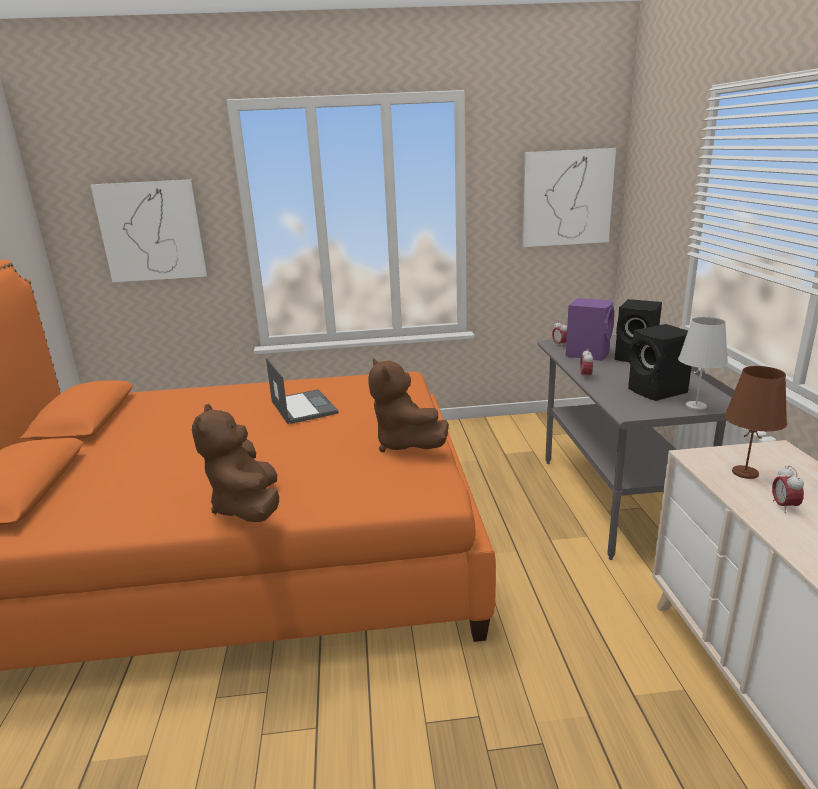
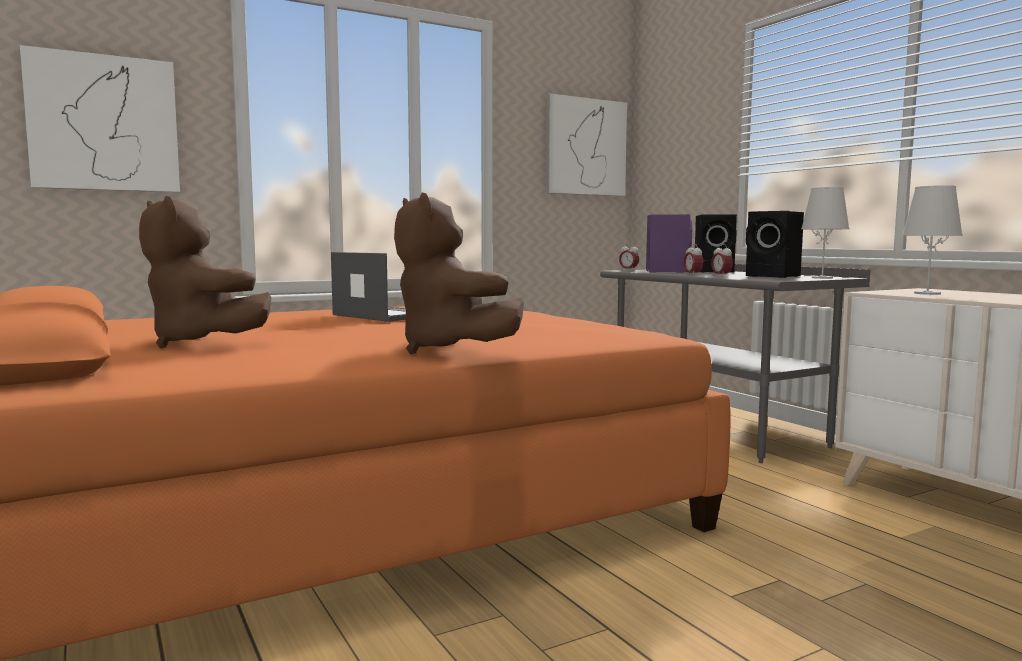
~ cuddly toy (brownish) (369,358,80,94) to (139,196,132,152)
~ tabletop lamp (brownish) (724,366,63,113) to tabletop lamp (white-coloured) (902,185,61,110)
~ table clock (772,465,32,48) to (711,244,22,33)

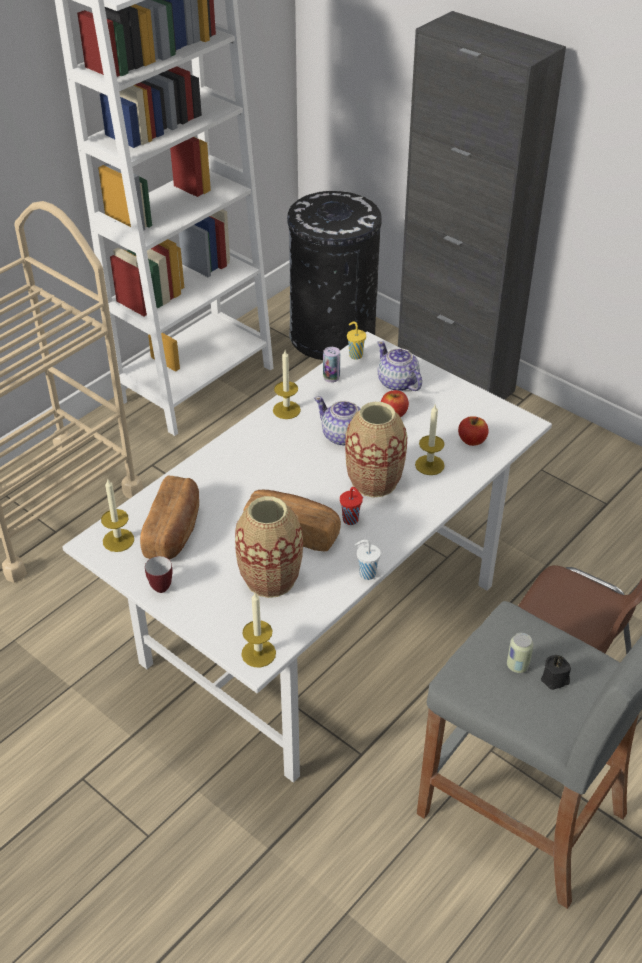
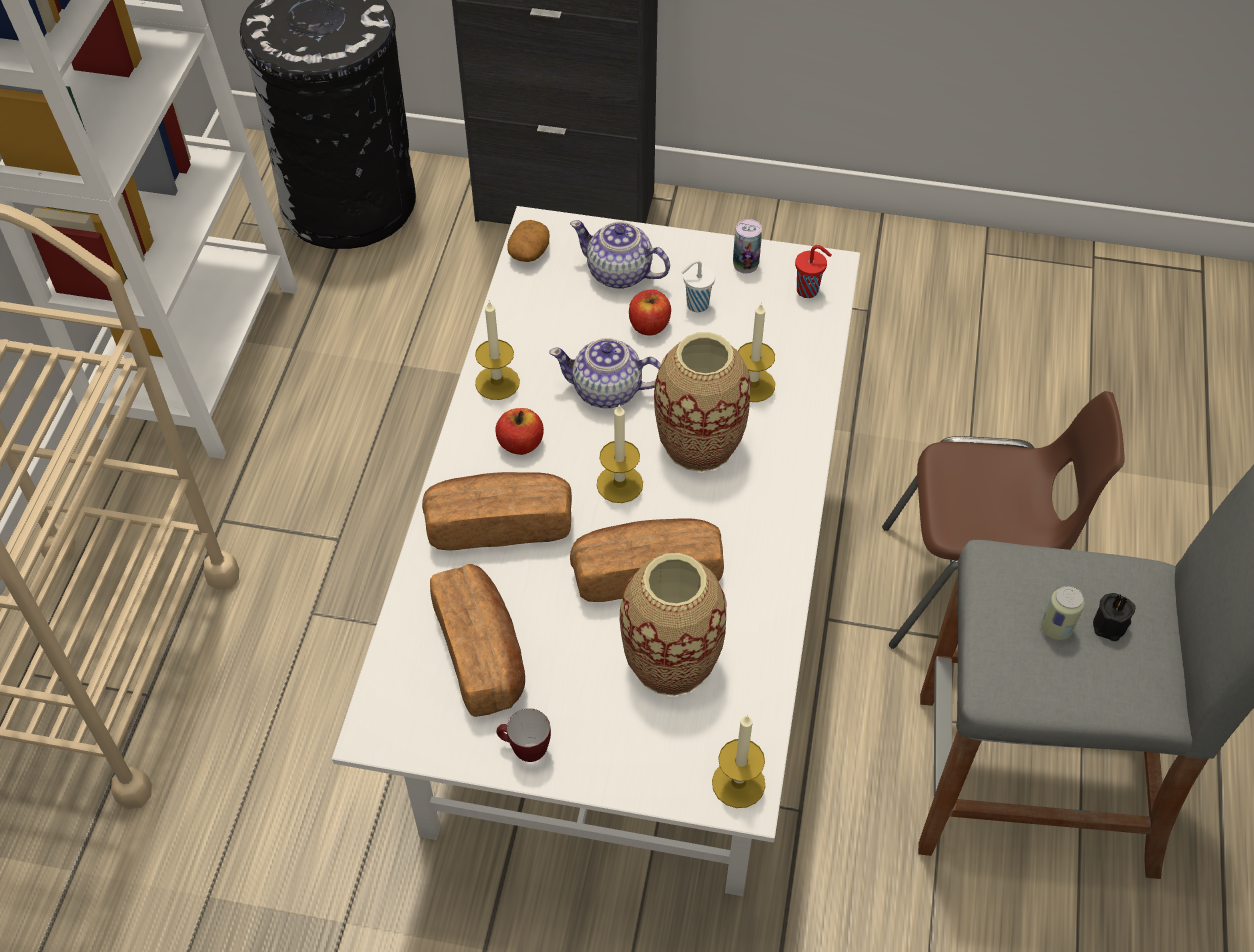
~ wax light (101,478,33,74) to (597,404,46,99)
~ can (323,347,17,36) to (733,219,29,55)
~ small cup (red-coloured) (340,487,23,38) to (795,245,37,53)
~ small cup (yellow-coloured) (347,321,19,39) to whole potato (507,220,42,42)
~ small cup (white-coloured) (355,539,26,41) to (681,260,34,53)
~ whole apple (458,416,30,30) to (495,408,49,47)
+ bread (422,472,150,78)

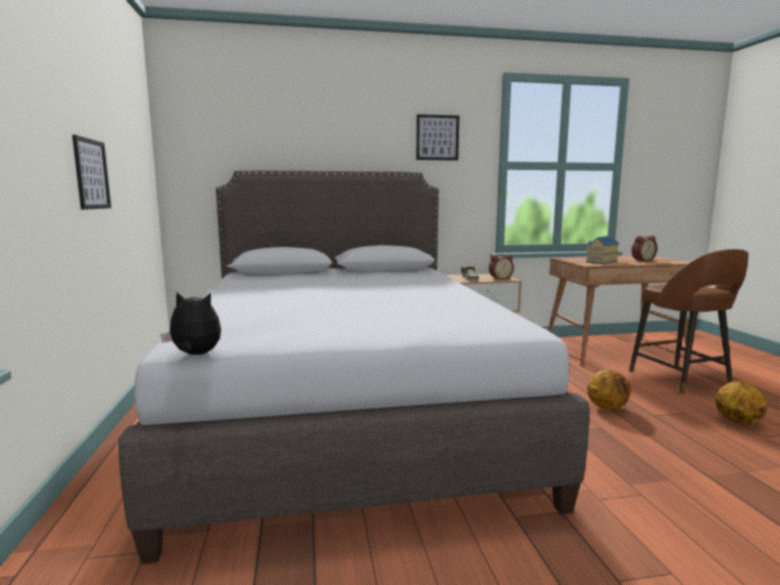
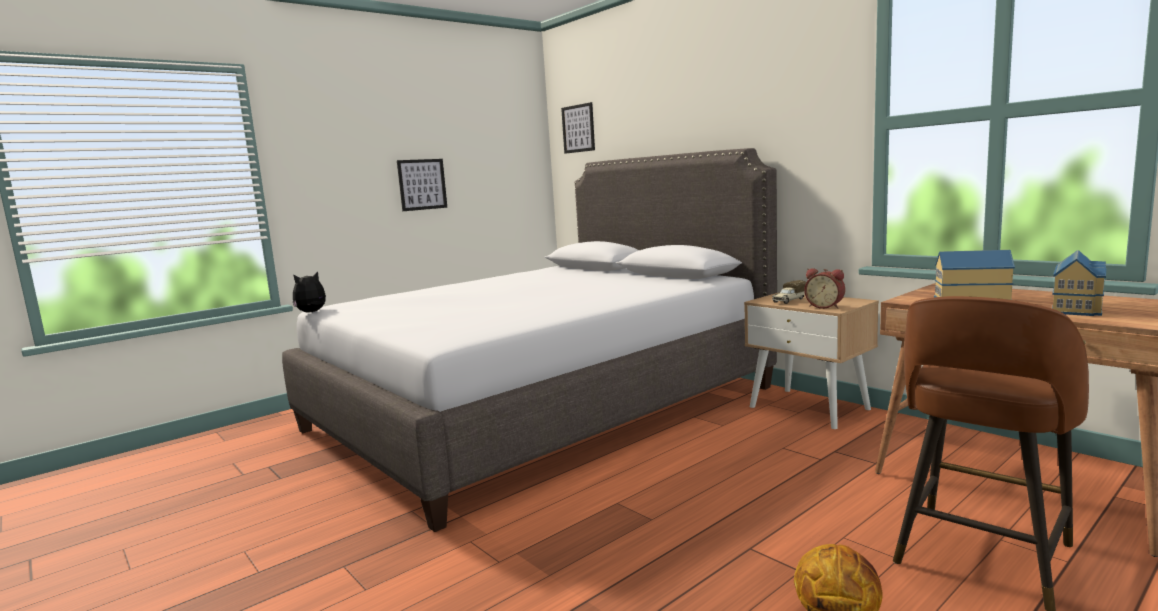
~ cuddly toy (160,291,61,64) = (293,271,33,41) 105 degrees counterclockwise
~ wall art (416,114,43,47) to (561,102,34,52)
- basketball (587,369,44,41)
~ table clock (632,235,25,26) to toy house (1052,250,54,66)

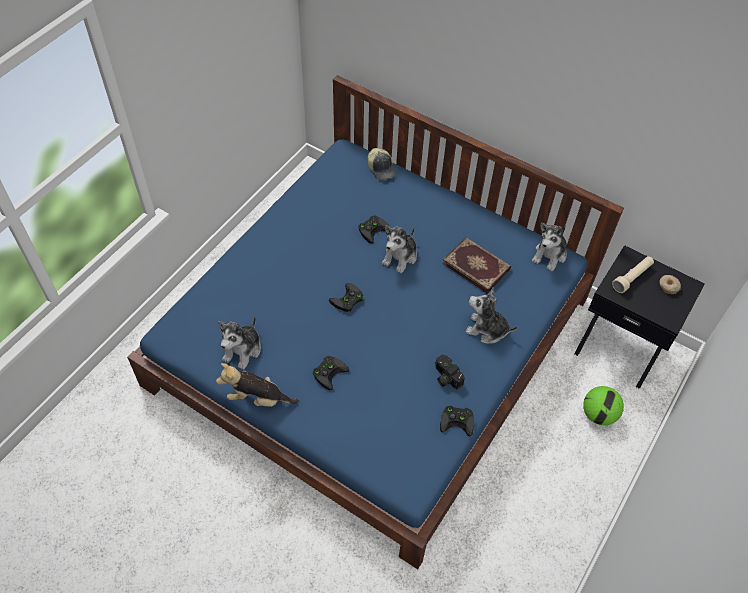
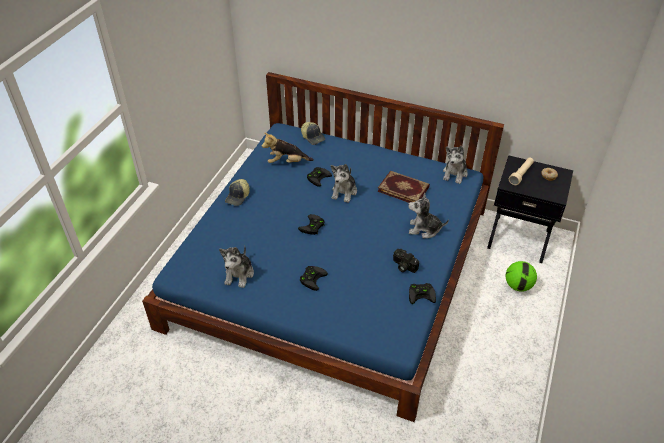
~ cuddly toy (216,363,83,44) to (262,132,52,31)
+ baseball cap (225,179,25,27)

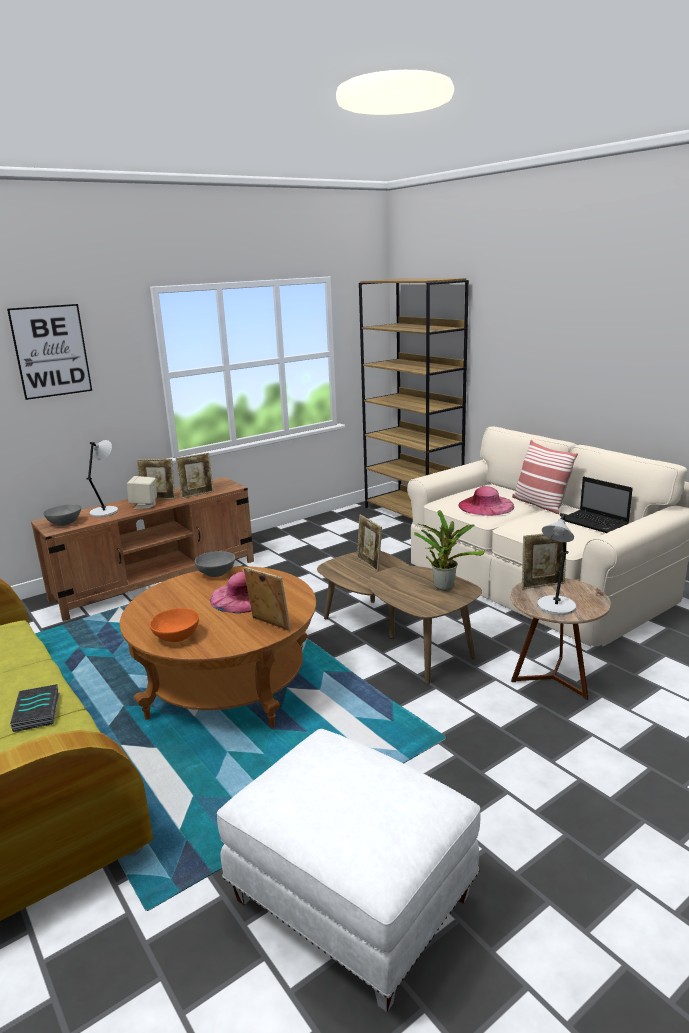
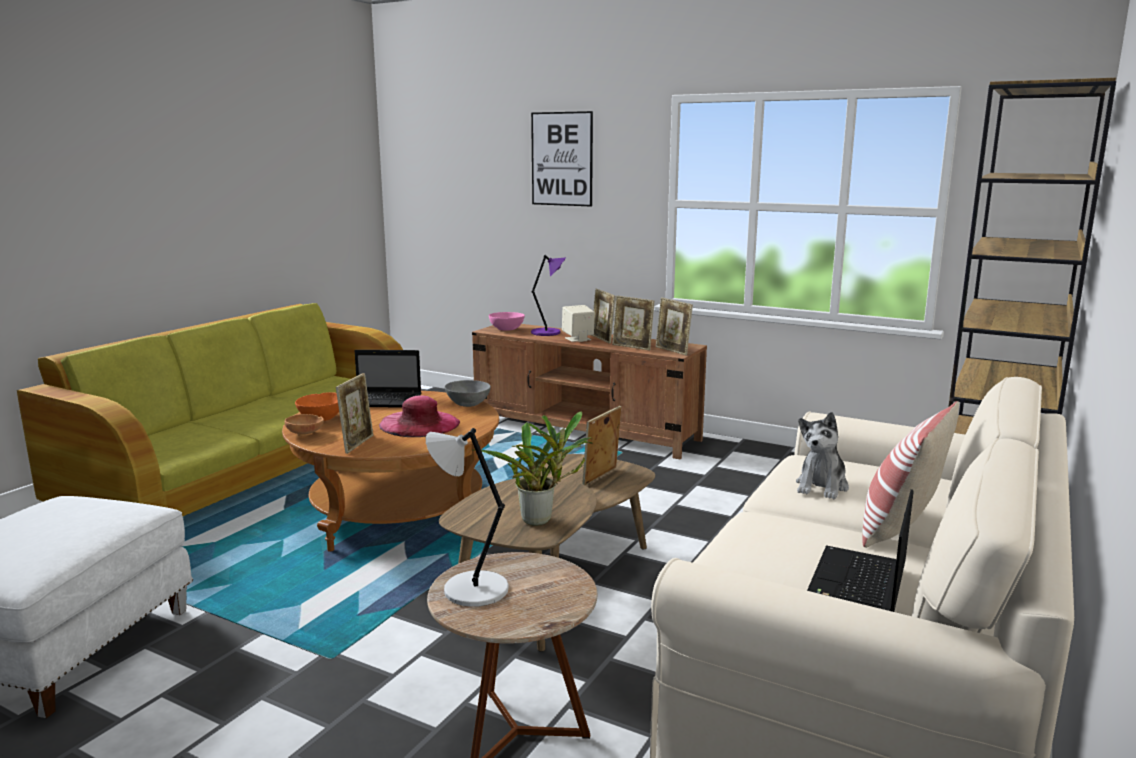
- volume (10,684,49,48)
~ deep dish (gray) (44,504,37,22) to deep dish (pink-coloured) (489,312,36,19)
~ tabletop lamp (gray) (86,440,32,77) to tabletop lamp (purple-coloured) (531,255,35,81)
~ hat (pink-coloured) (458,486,56,30) to cuddly toy (796,412,53,87)
~ photo frame (522,533,45,56) to (656,297,37,58)
+ deep dish (brownish) (285,414,39,22)
+ laptop (355,350,66,58)

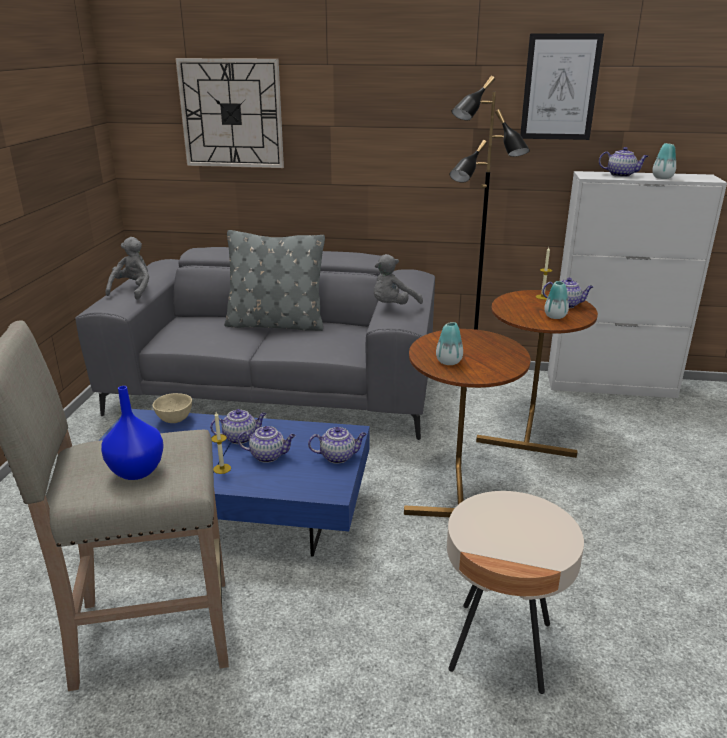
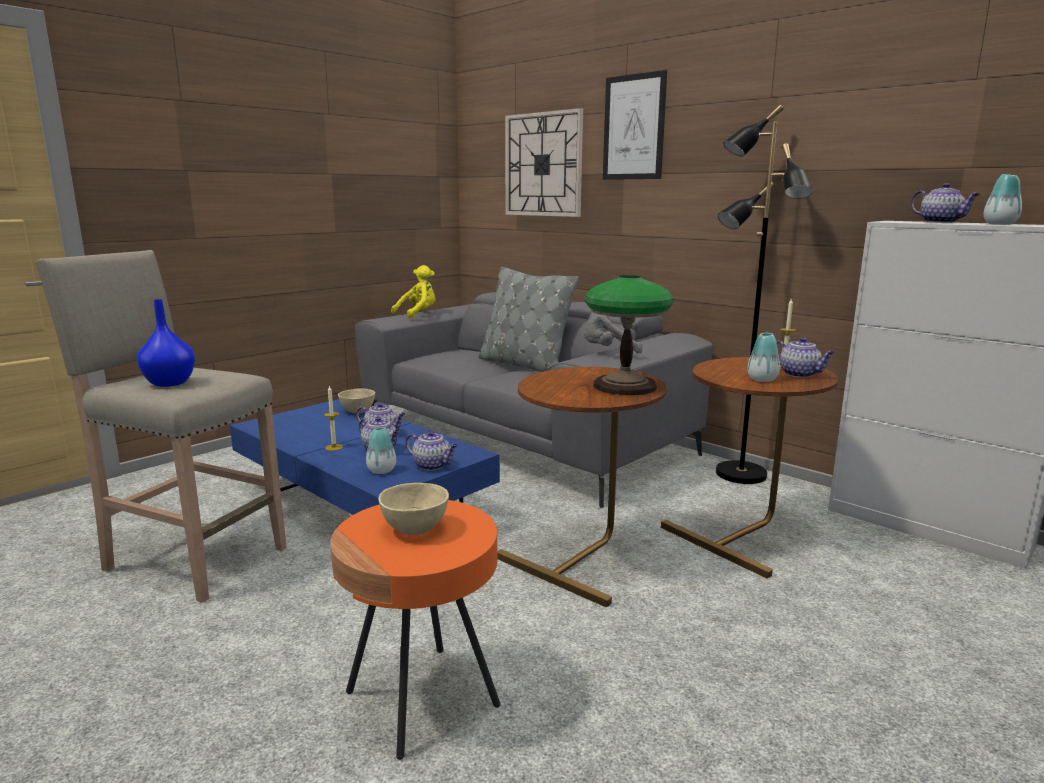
~ cuddly toy (gray) (105,237,44,63) to cuddly toy (yellow-coloured) (391,265,44,54)
~ flower vase (436,322,27,43) to (366,427,30,47)
~ accent table (beige) (447,491,137,203) to accent table (orange) (330,500,170,260)
~ wall art (520,33,84,107) to (603,70,64,110)
+ deep dish (beige) (378,483,71,52)
+ tabletop lamp (585,275,88,120)

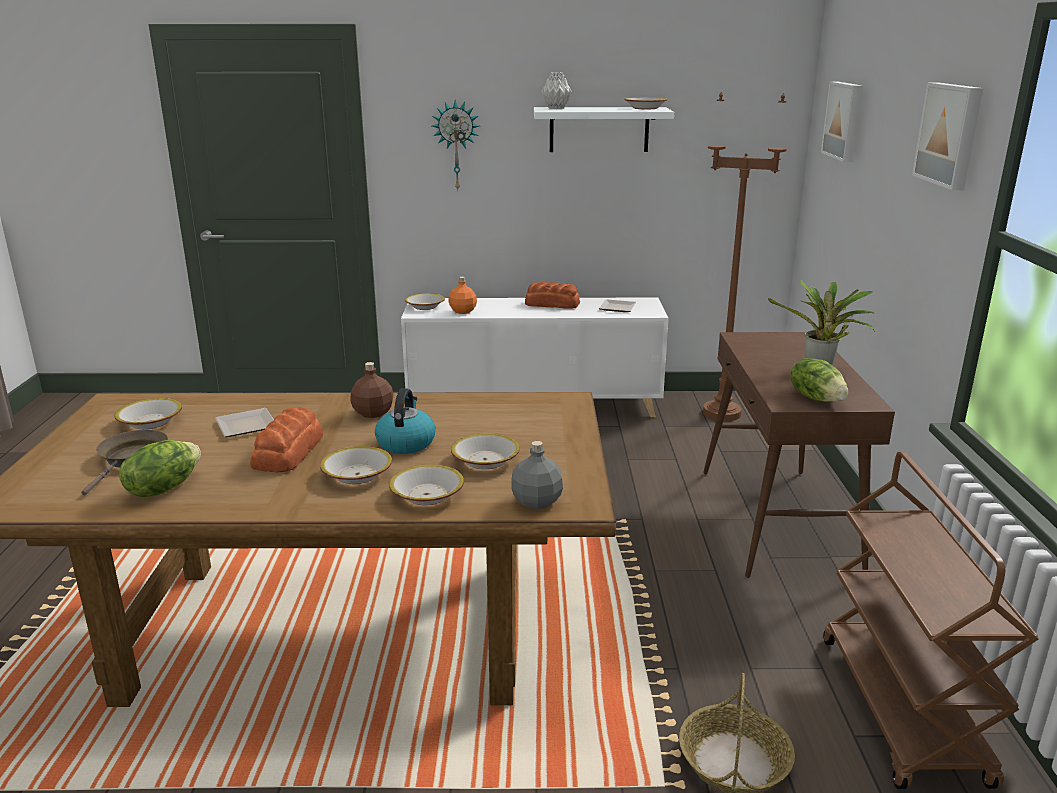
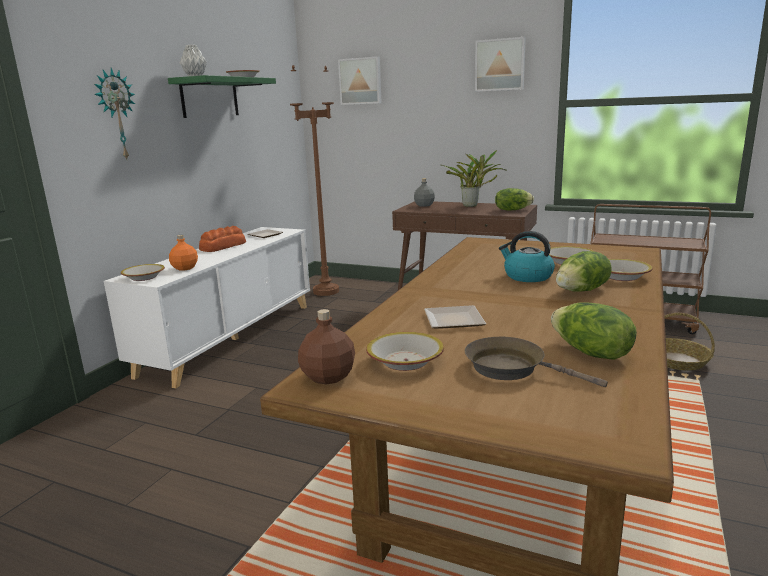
- bread (250,407,73,65)
~ deep dish (320,446,72,38) to lettuce head (556,251,56,41)
~ beverage bottle (brownish) (350,362,44,56) to (298,309,57,75)
~ beverage bottle (gray) (511,441,52,68) to (414,179,21,28)
~ bracket shelf (white-coloured) (534,107,140,45) to bracket shelf (greenish) (168,75,108,43)

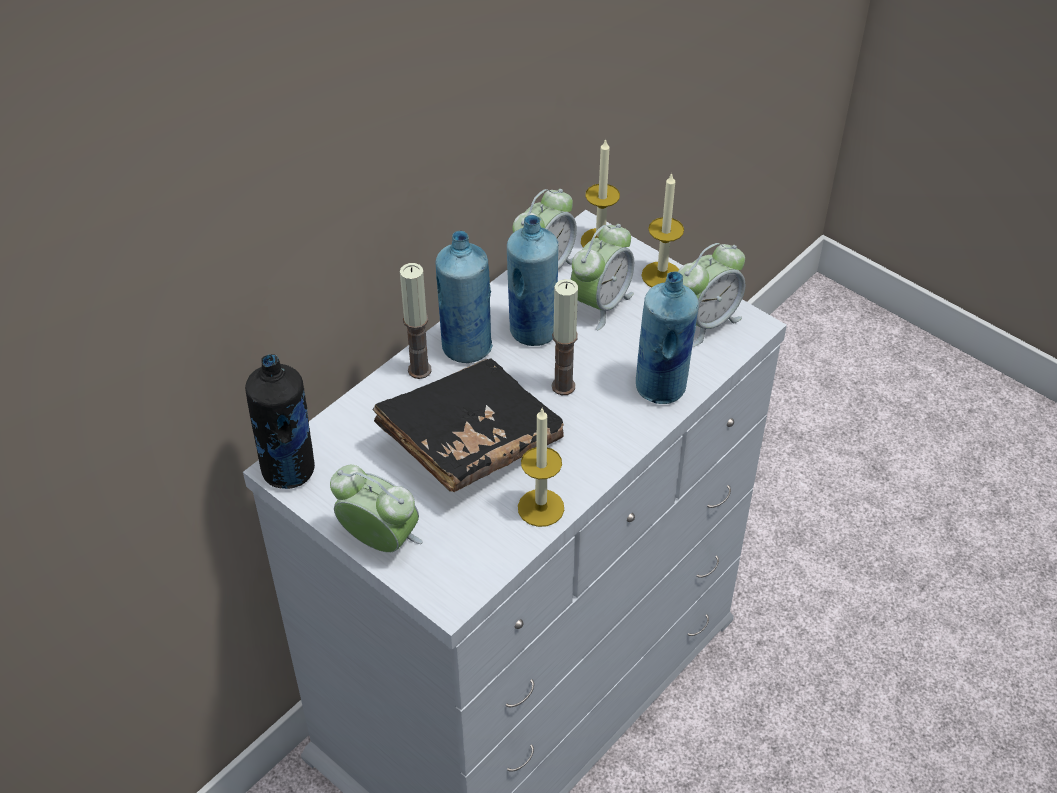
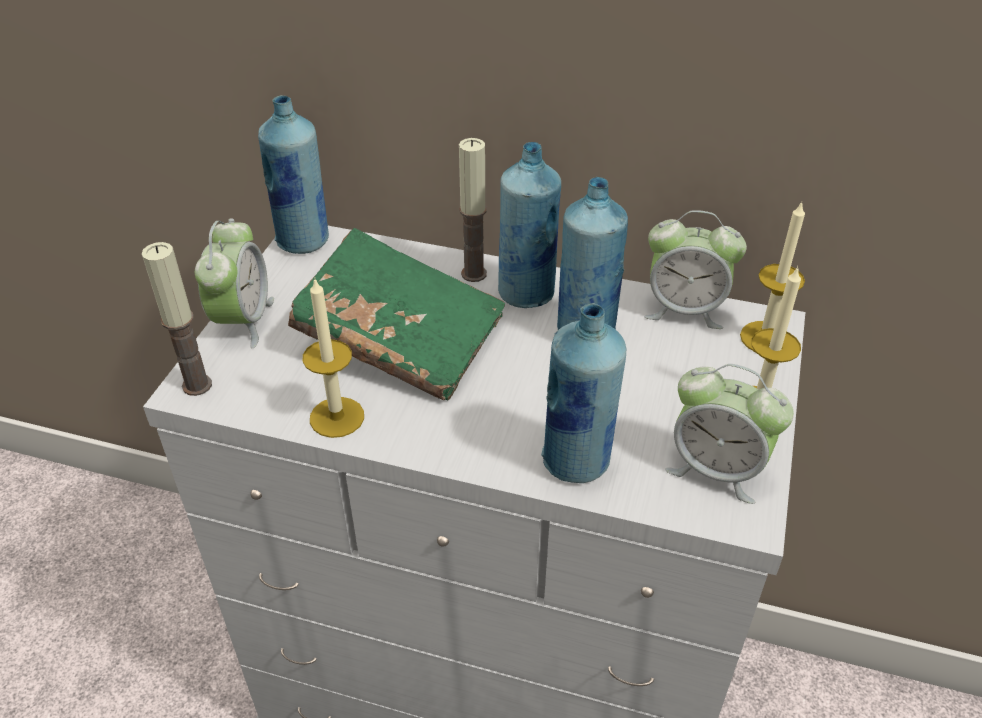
~ beverage bottle (blackish) (245,354,70,135) to beverage bottle (blue-coloured) (258,95,71,159)
~ volume (blackish) (372,358,192,134) to volume (greenish) (288,228,217,172)
~ wax light (552,279,26,116) to (141,242,71,154)
- table clock (570,224,64,106)

